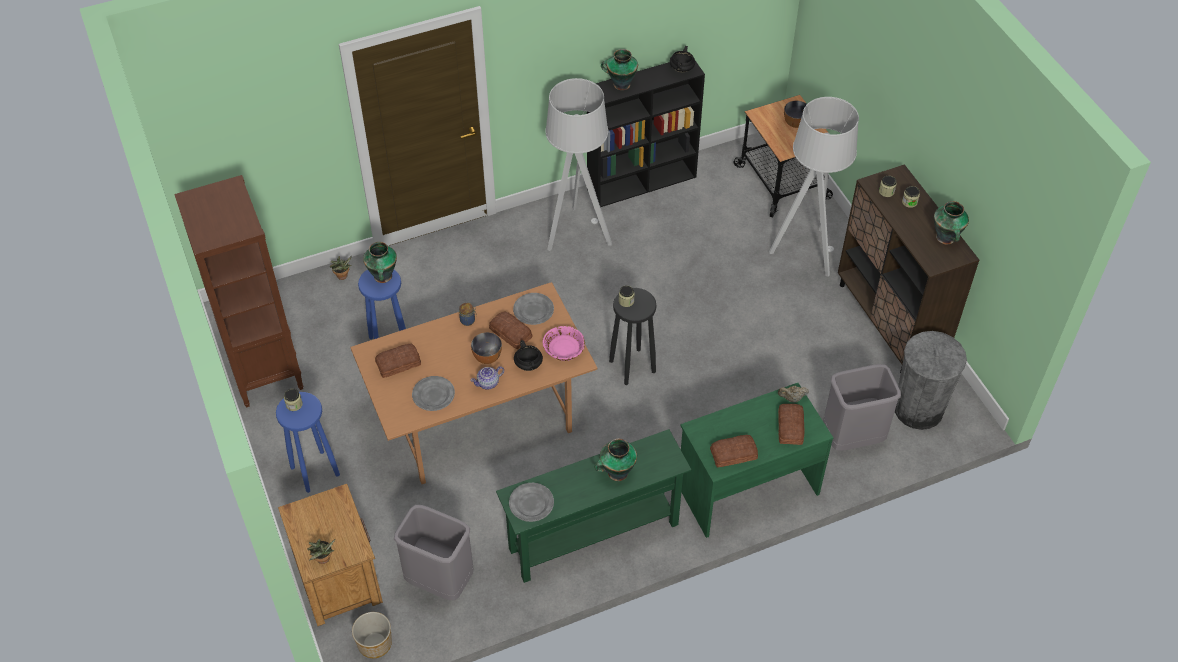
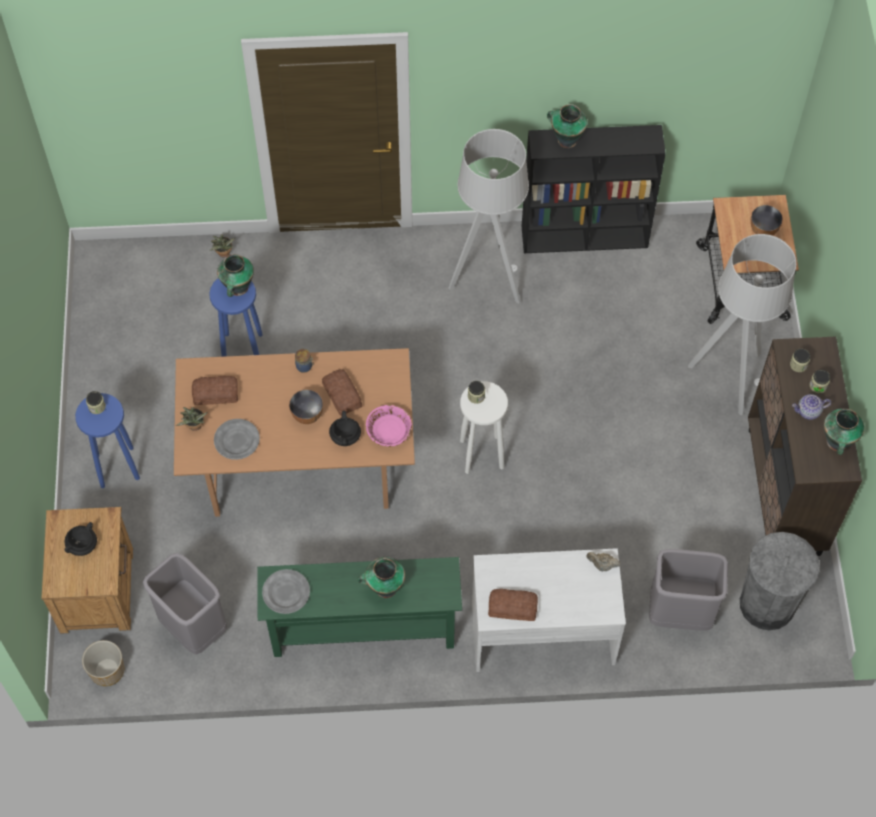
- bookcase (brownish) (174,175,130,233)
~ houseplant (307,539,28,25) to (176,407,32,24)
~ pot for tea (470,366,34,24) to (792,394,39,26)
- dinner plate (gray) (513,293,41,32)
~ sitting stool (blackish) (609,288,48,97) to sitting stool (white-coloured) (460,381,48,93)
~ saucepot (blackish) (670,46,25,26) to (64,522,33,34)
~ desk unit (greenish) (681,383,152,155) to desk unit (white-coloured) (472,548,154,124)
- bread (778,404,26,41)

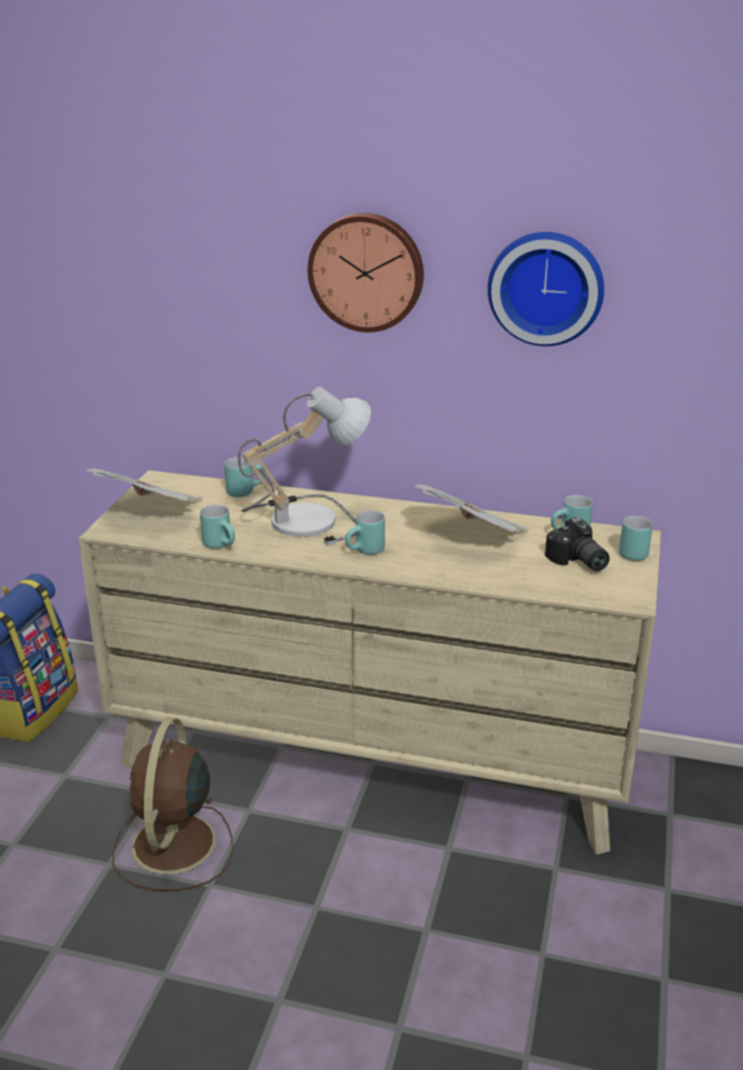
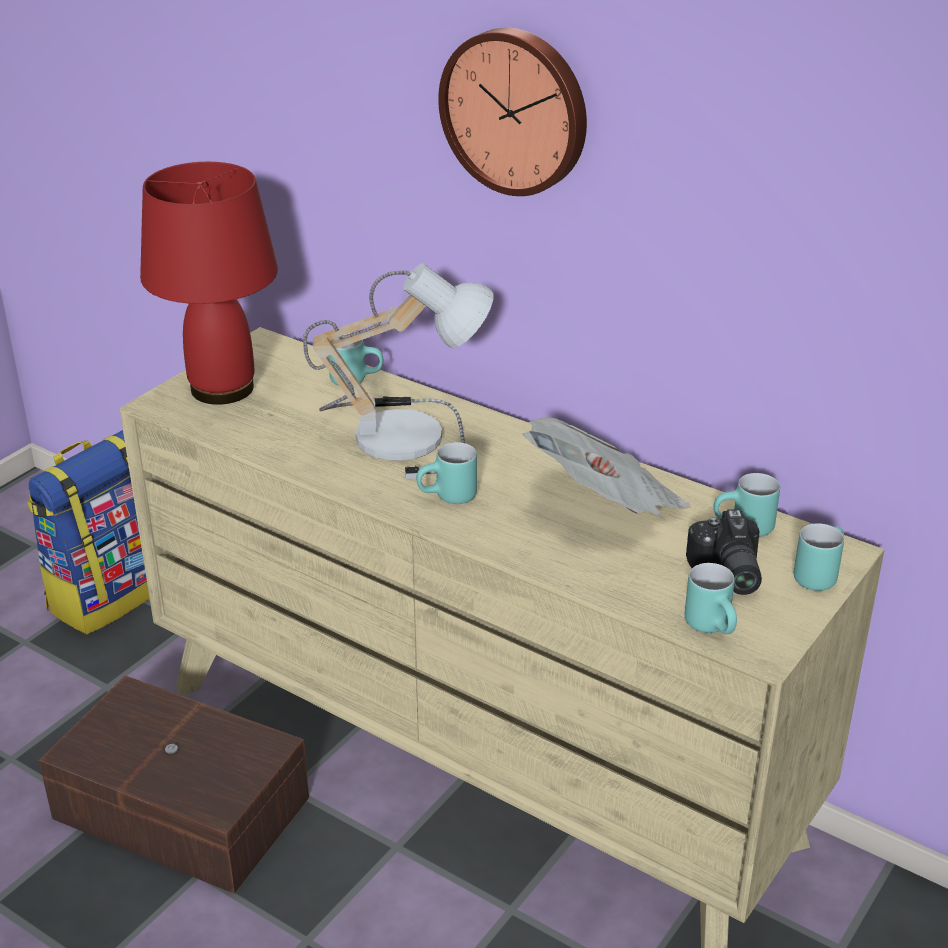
~ newspaper (85,469,118,33) to tabletop lamp (red-coloured) (140,162,138,243)
~ electric fan (brownish) (112,718,121,173) to storage bin (brownish) (39,676,270,218)
~ mug (turquoise-coloured) (200,505,35,44) to (685,563,52,71)
- clock on the wall (488,232,116,114)

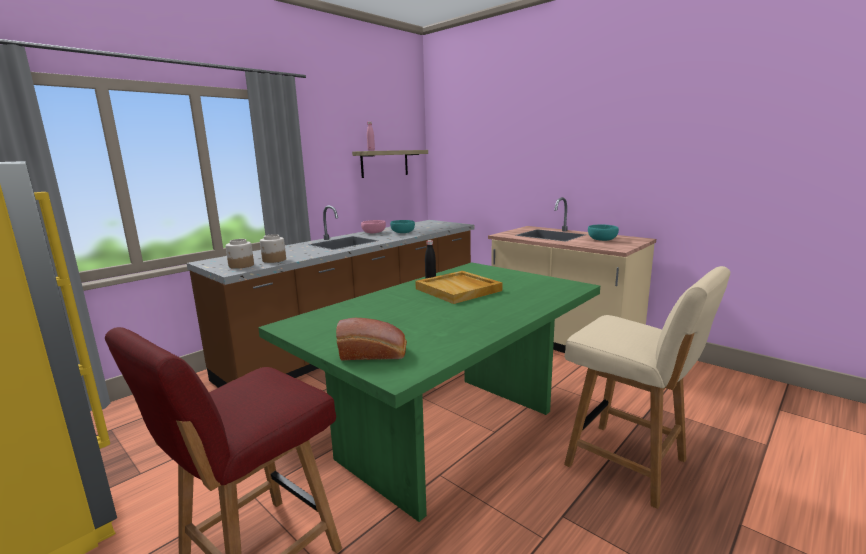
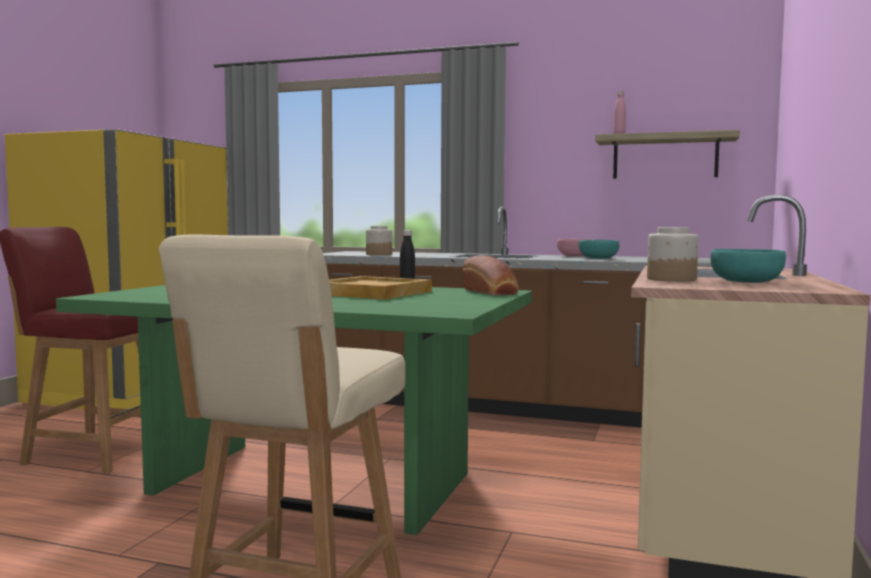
~ jar (225,239,29,30) to (647,227,51,54)
~ bread (336,318,71,43) to (463,255,56,41)

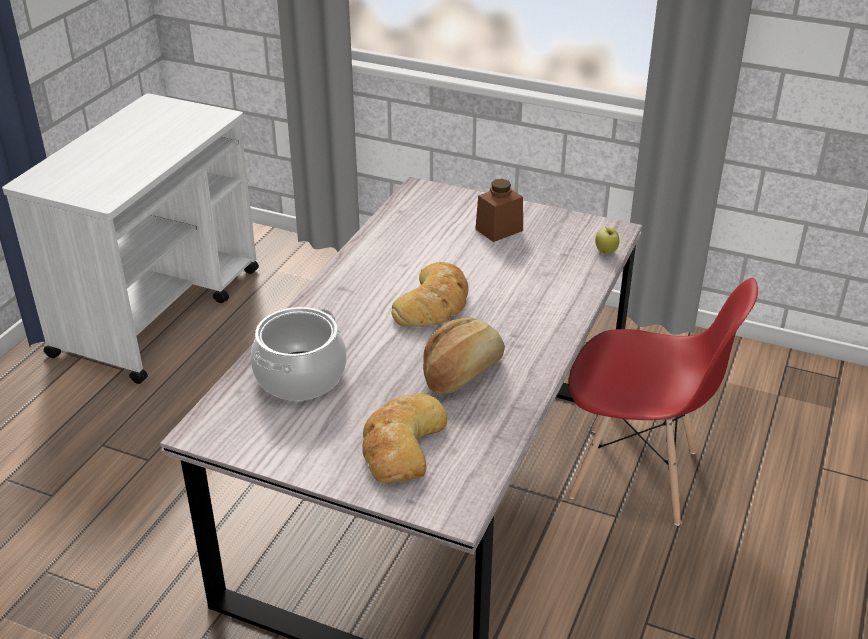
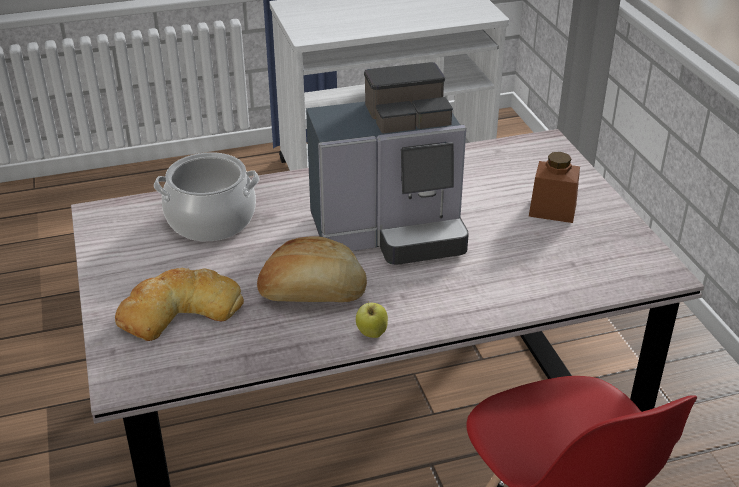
~ bread (392,262,77,65) to coffee brewer (306,62,163,203)
~ whole apple (595,227,24,27) to (356,301,32,37)

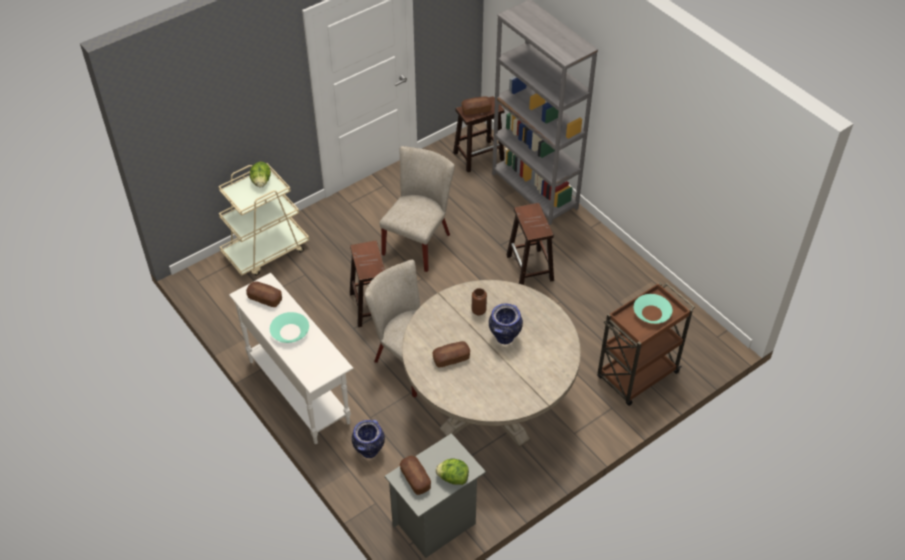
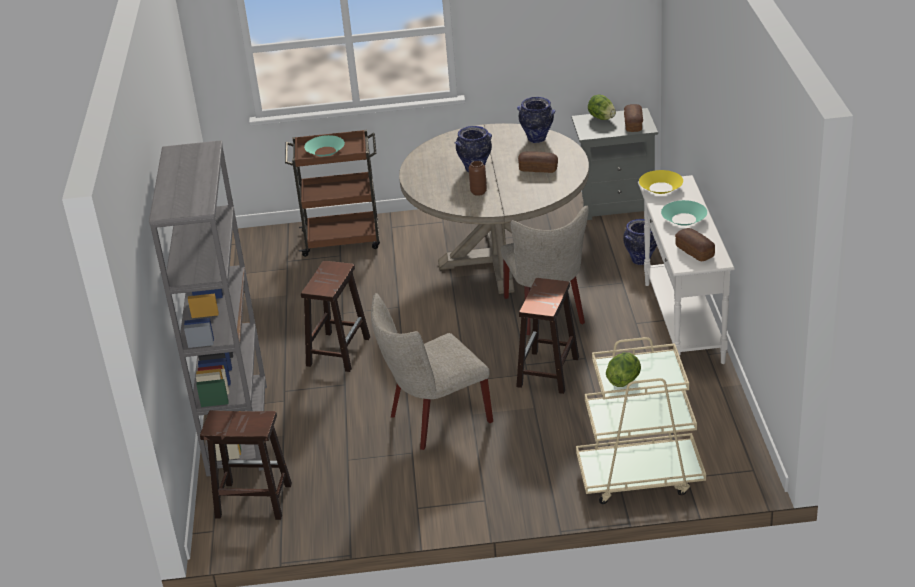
- bread (462,96,30,19)
+ flower vase (517,97,39,46)
+ deep dish (yellow-coloured) (639,170,44,24)

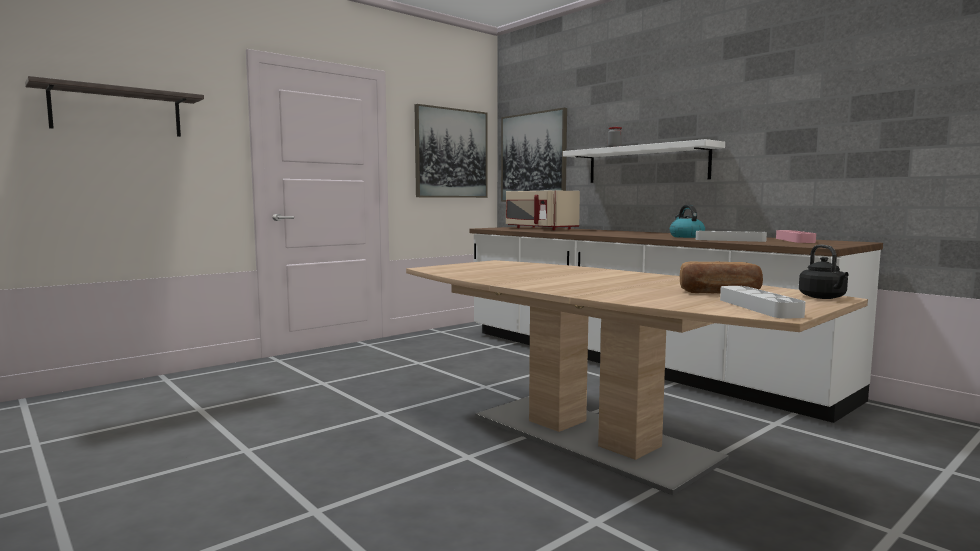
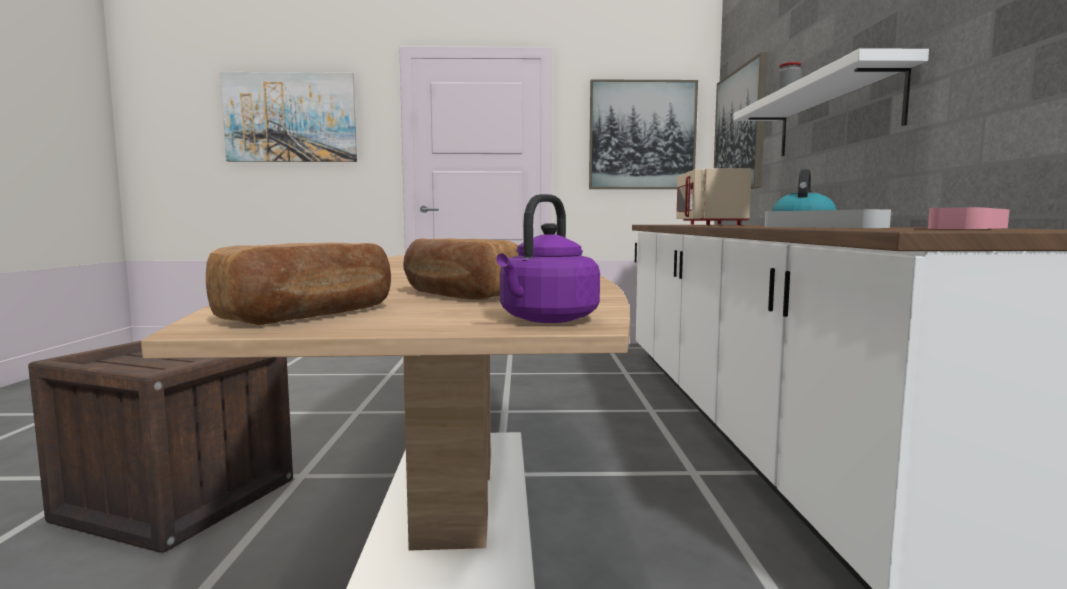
~ bracket shelf (25,76,179,61) to wall art (220,72,137,90)
~ serving tray (gray) (720,286,86,33) to bread (206,242,185,83)
~ water kettle (blackish) (799,244,50,55) to water kettle (purple-coloured) (496,194,104,129)
+ packing crate (28,341,265,212)

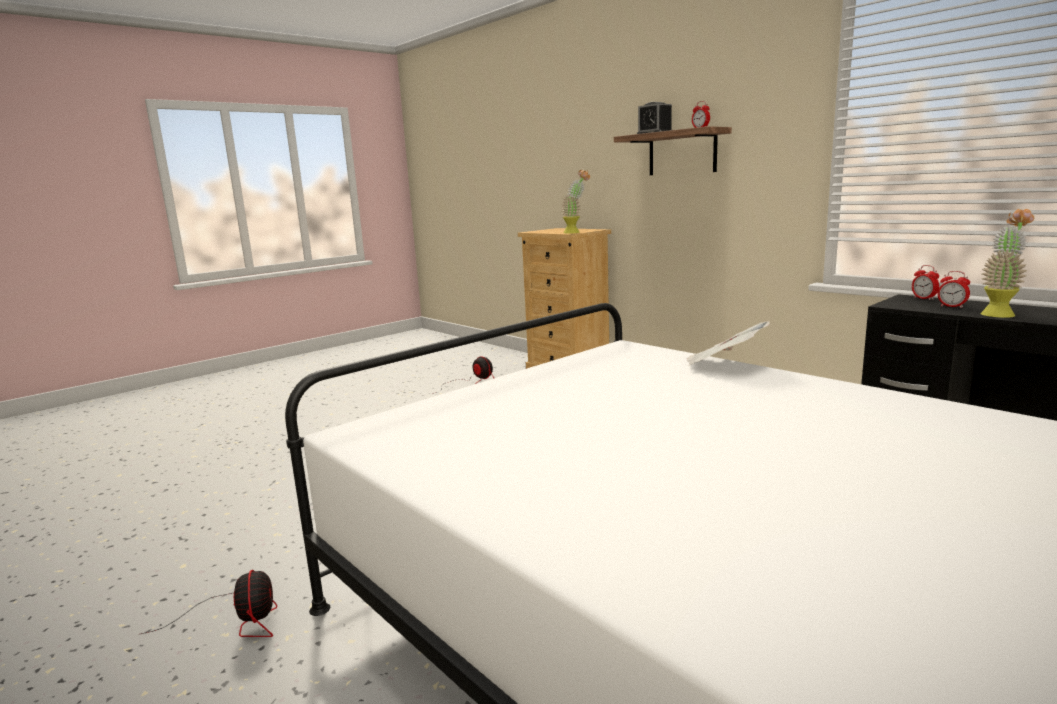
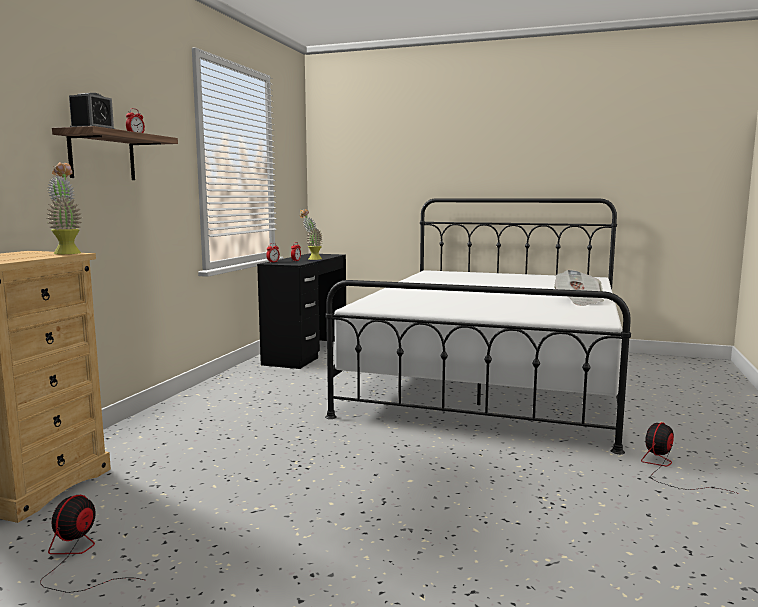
~ newspaper (687,321,83,44) to (554,270,50,36)

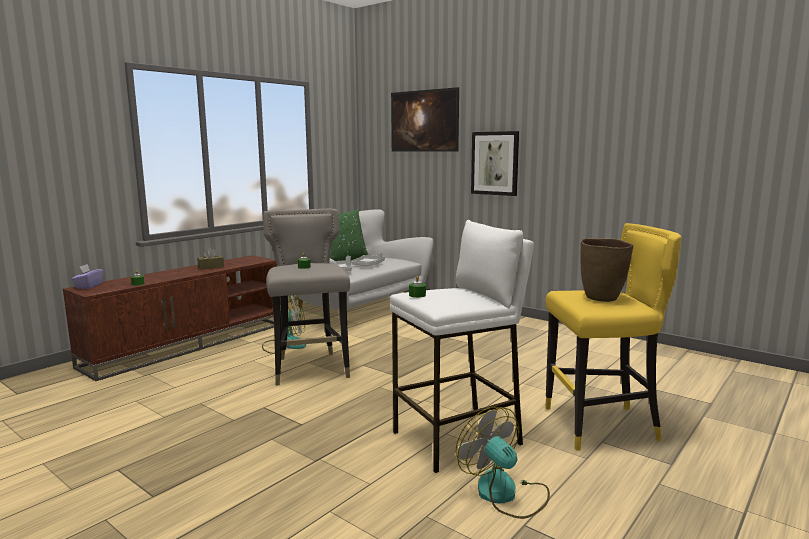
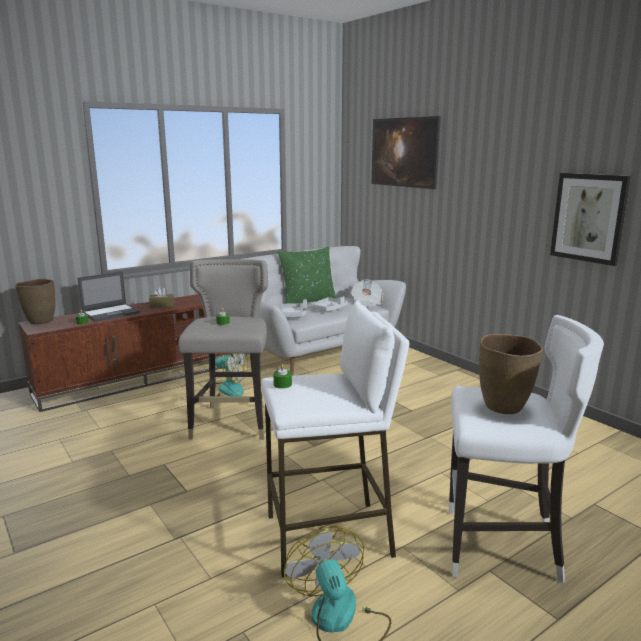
~ tissue box (purple-coloured) (71,264,32,25) to flower vase (brownish) (15,279,41,46)
~ wall art (471,131,48,65) to (550,173,81,93)
~ sitting stool (yellow-coloured) (545,223,137,228) to sitting stool (white-coloured) (449,315,155,268)
+ laptop (77,271,63,51)
+ newspaper (351,279,33,29)

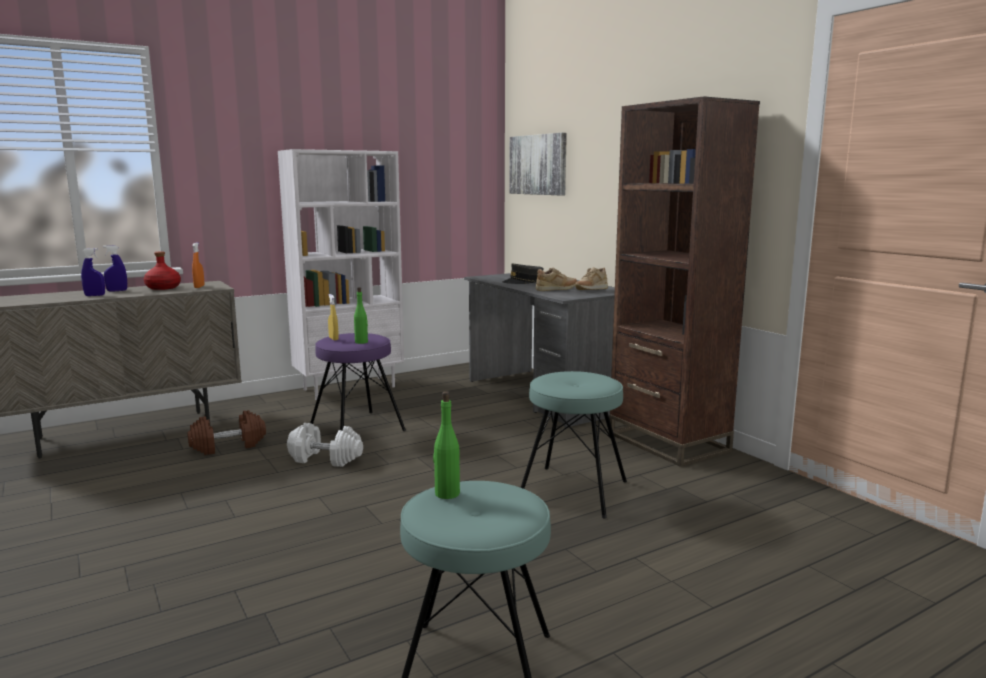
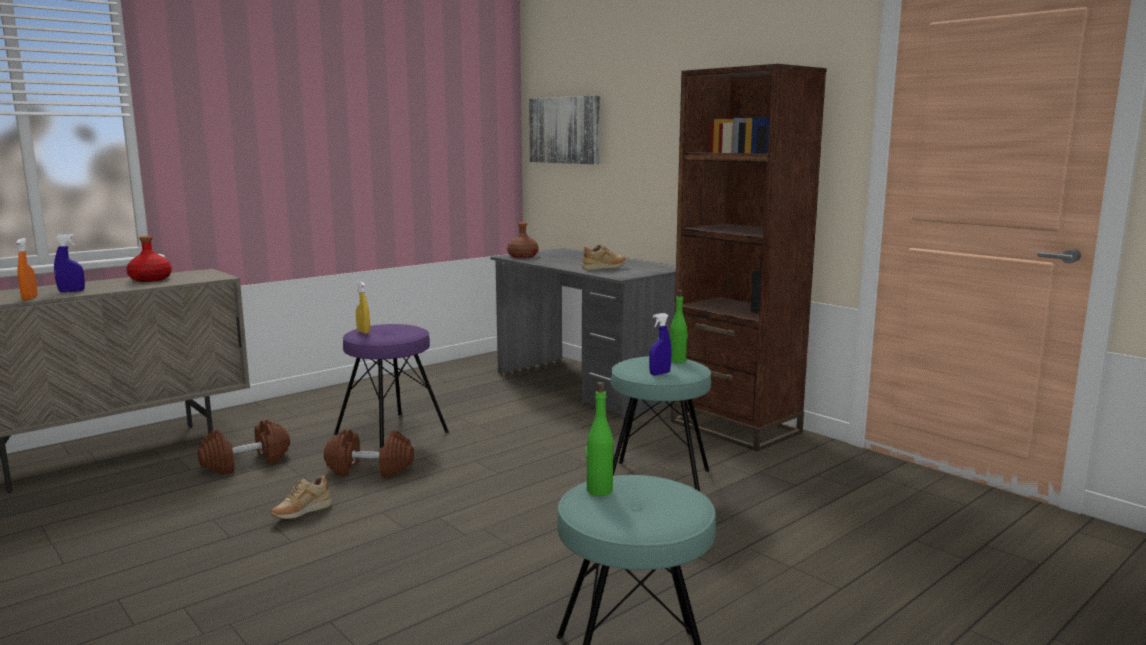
~ sprayer (blue-coloured) (103,245,24,46) to (649,313,23,63)
~ sprayer (orange) (192,242,12,46) to (16,238,22,62)
- bookcase (white-coloured) (278,149,126,251)
~ hand weight (white-coloured) (287,423,76,44) to hand weight (brownish) (324,430,90,47)
~ beverage bottle (greenish) (354,287,14,57) to (670,290,18,73)
- baseball cap (gray) (502,264,42,20)
~ shoe (beige) (575,267,33,23) to (271,475,61,44)
+ beverage bottle (brownish) (507,222,32,36)

